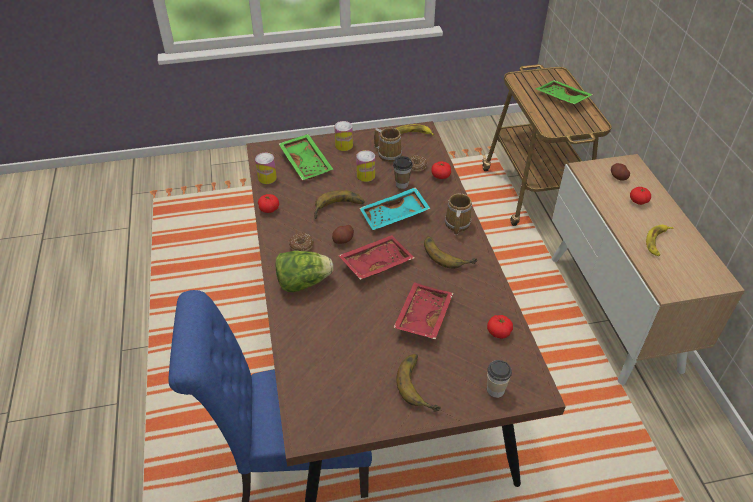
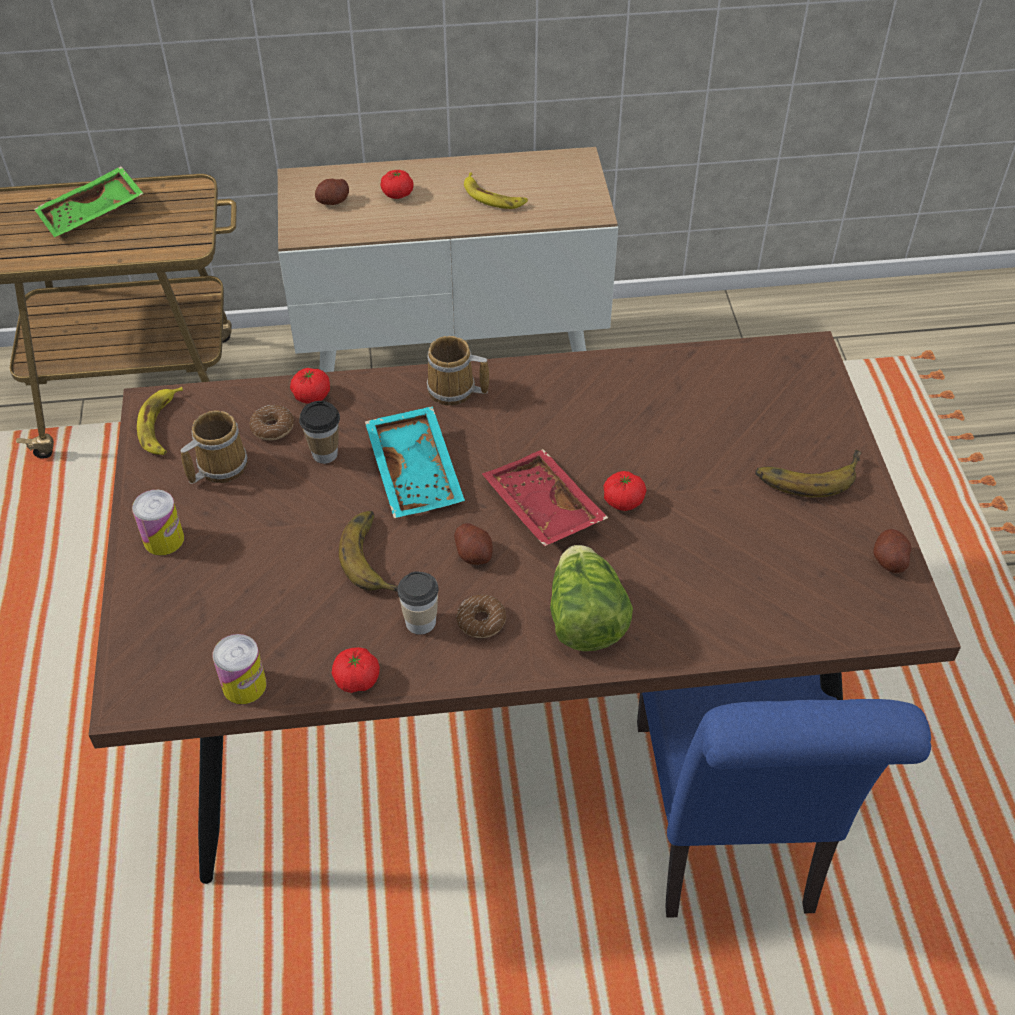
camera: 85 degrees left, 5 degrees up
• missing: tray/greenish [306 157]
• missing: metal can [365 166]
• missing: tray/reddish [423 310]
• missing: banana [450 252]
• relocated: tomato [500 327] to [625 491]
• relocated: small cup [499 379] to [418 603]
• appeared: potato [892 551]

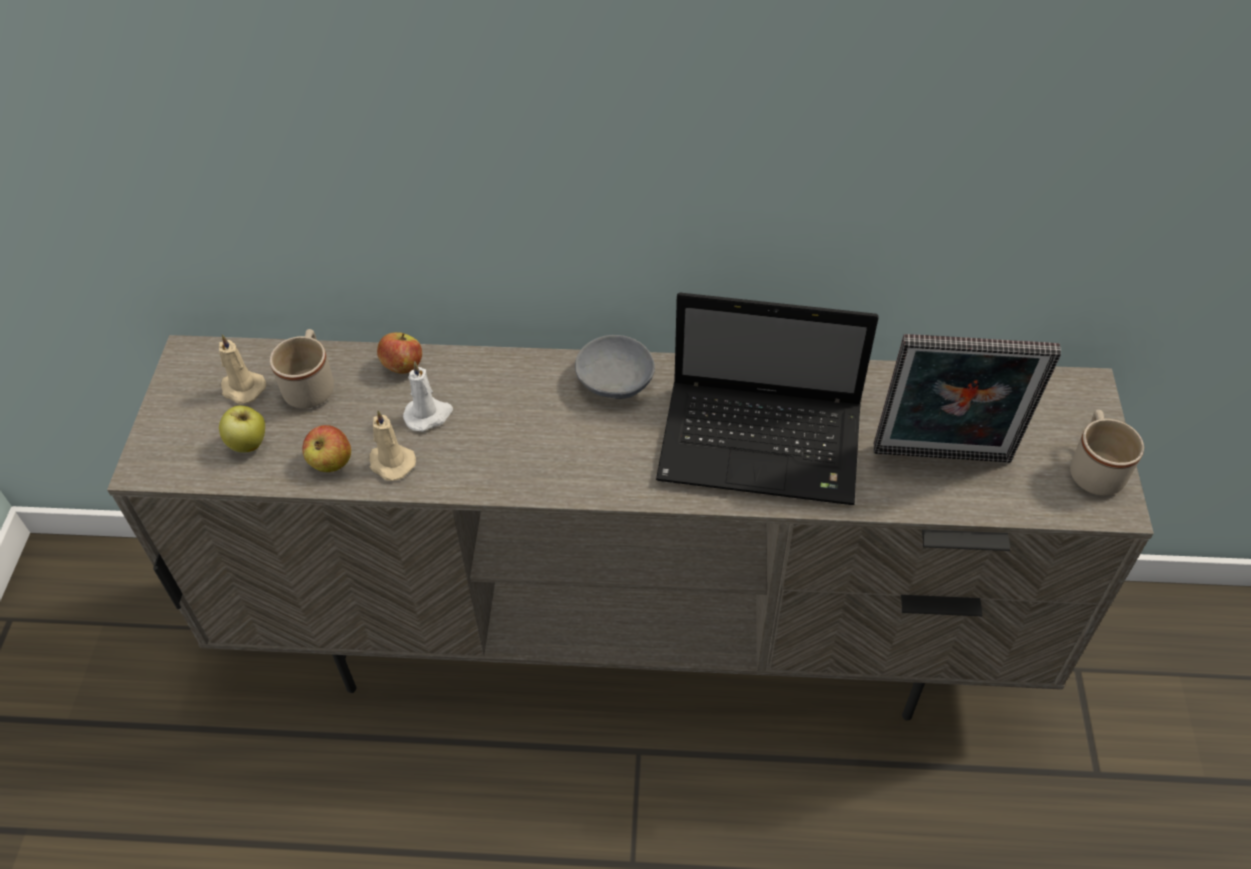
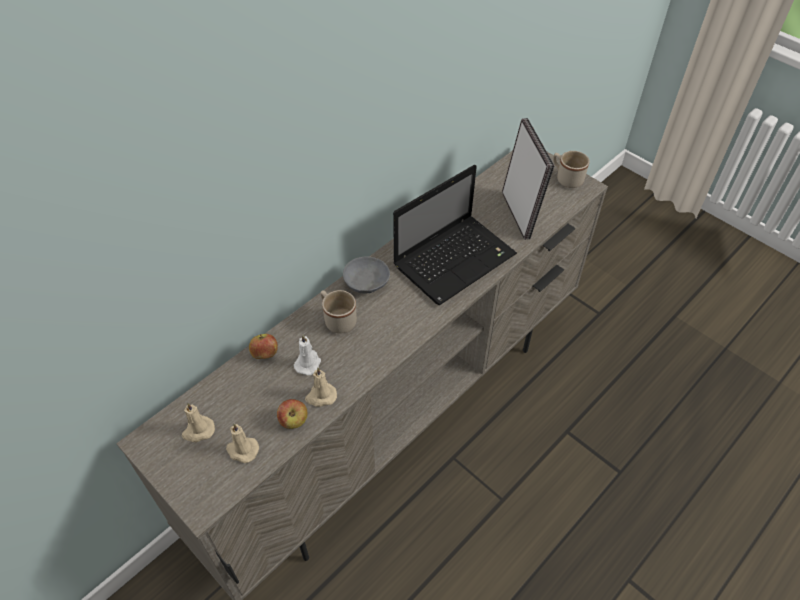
camera: 50 degrees left, 0 degrees up
• exchanged: apple fruit [242 429] to candle/sand-coloured [242 443]
• relocated: mug/sand-coloured [302 369] to [338 312]
• spun: picture frame [967 398] = [528 179] 60 degrees counterclockwise

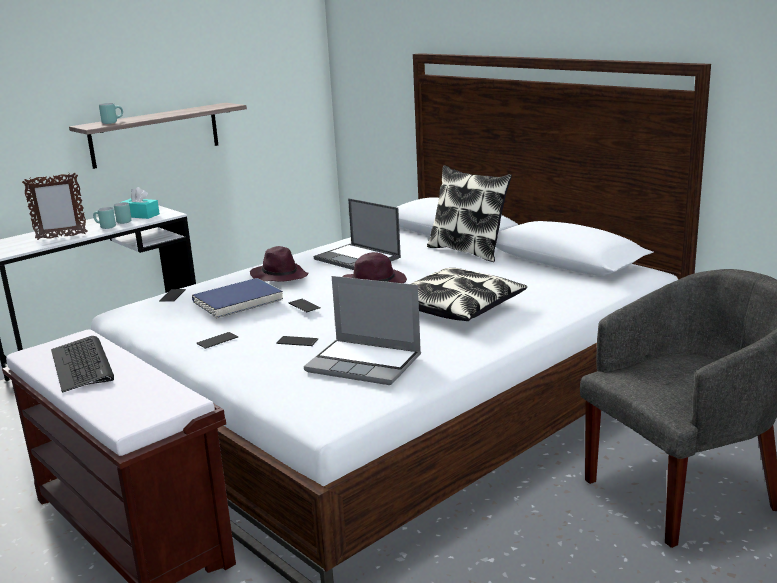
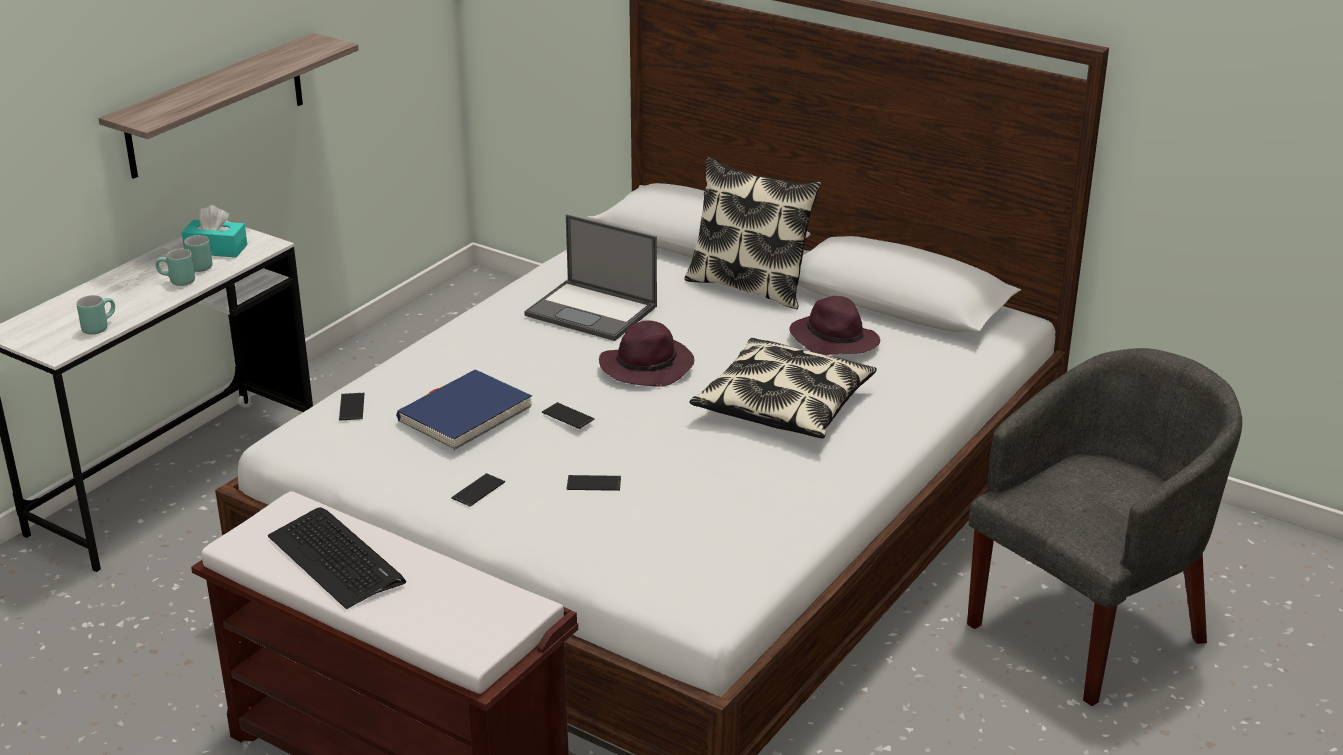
camera: 15 degrees left, 10 degrees up
• missing: picture frame [55 206]
• relocated: mug/turquoise [111 113] to [95 314]
• relocated: wearable hat/purple-coloured [279 264] to [834 325]
• missing: portable computer [362 330]

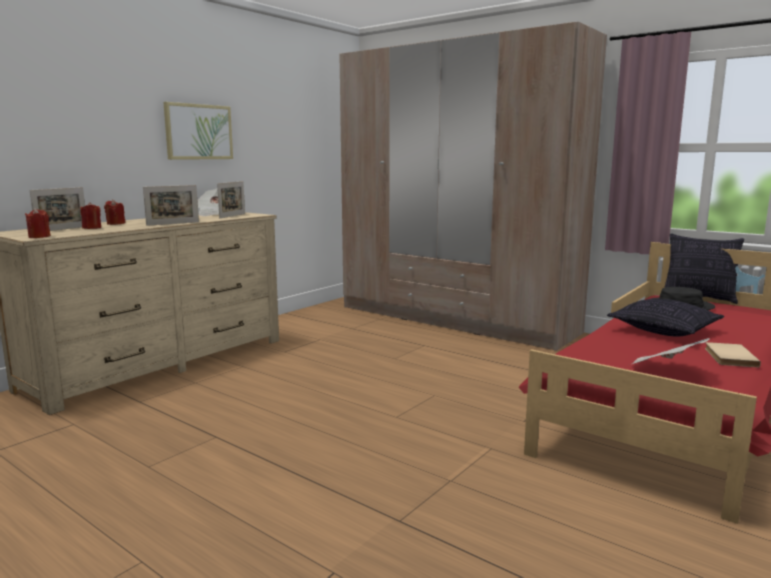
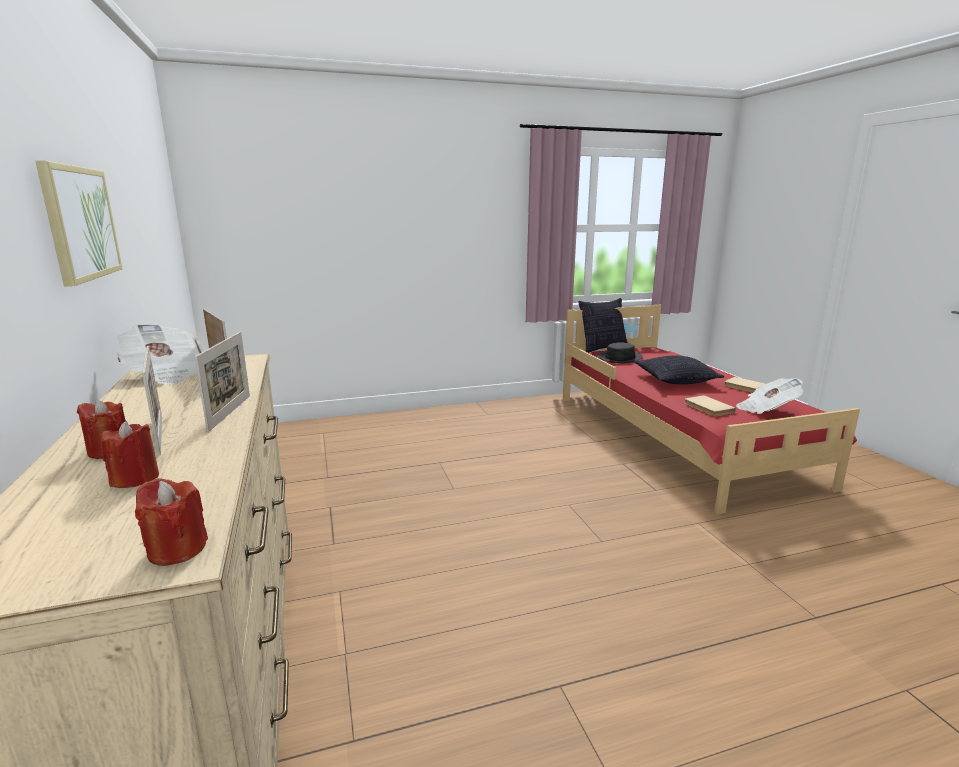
camera: 55 degrees left, 5 degrees up
• relocated: picture frame [57 209] to [152 401]
• missing: clothes cupboard/sand-coloured [473 186]
• appeared: volume/sand-coloured [710 405]

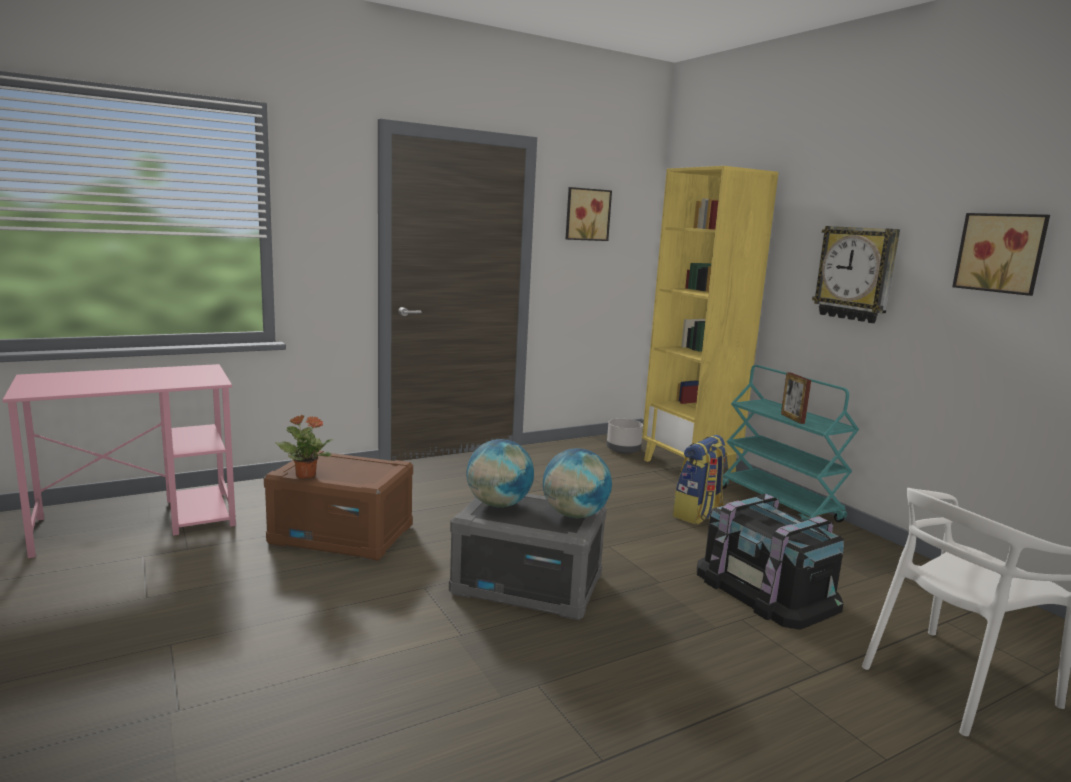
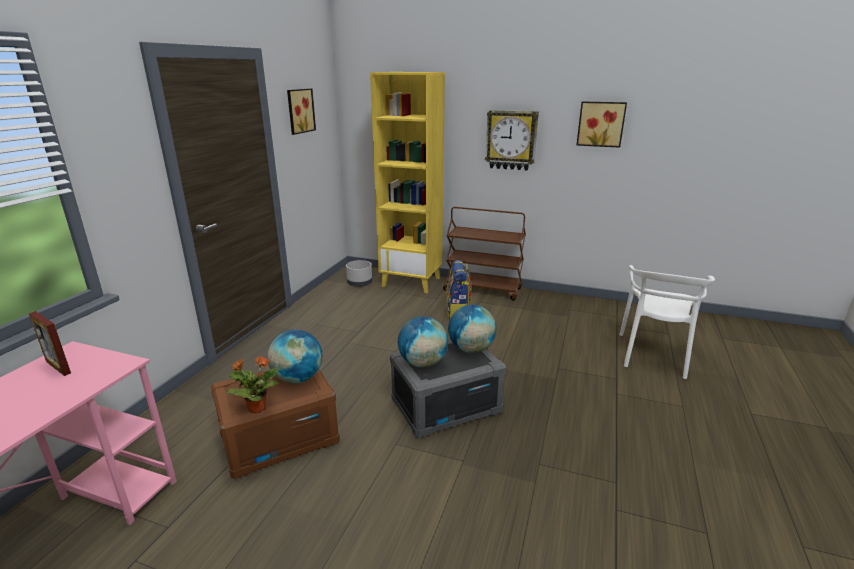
camera: 40 degrees left, 10 degrees up
• missing: storage bin/black [770 562]
• colour: trolley/turquoise [791 443] to trolley/brown [484 253]
• relocated: picture frame [796 398] to [50 343]
• appeared: world globe [294 356]

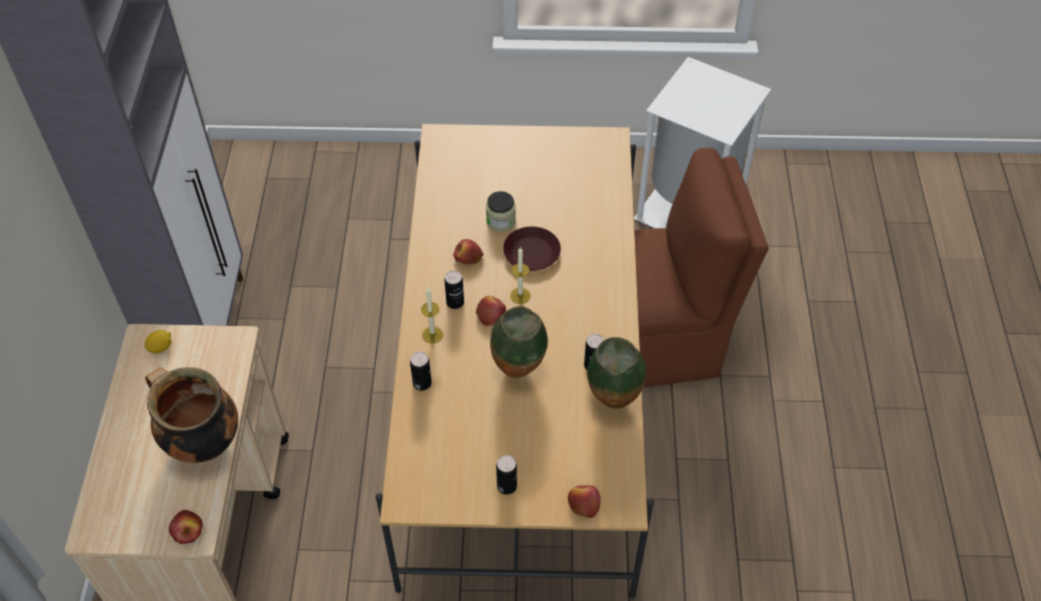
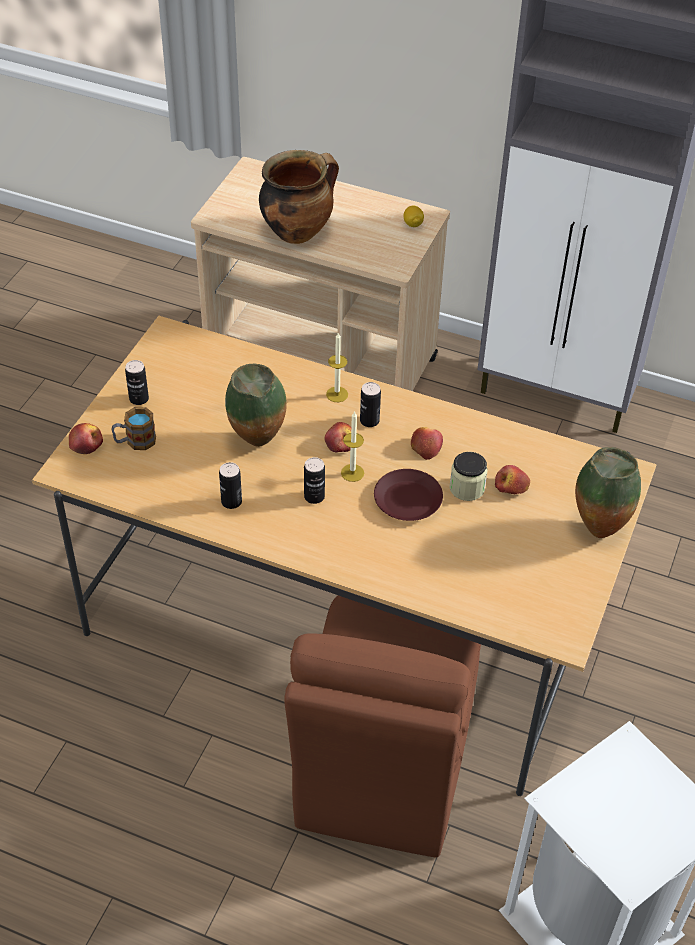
camera: 110 degrees right, 5 degrees down
• relocated: apple fruit [186 527] to [512 479]
• relocated: metal can [421 371] to [314 480]
• relocated: vase [616 372] to [608 492]
• appeared: mug [133 428]

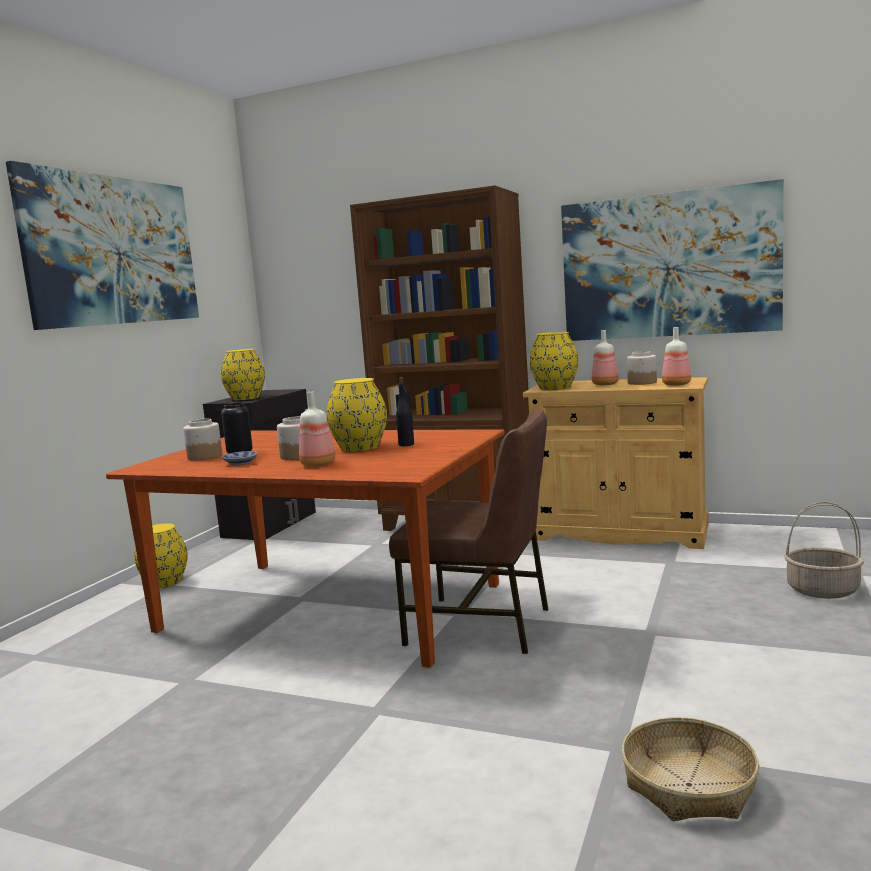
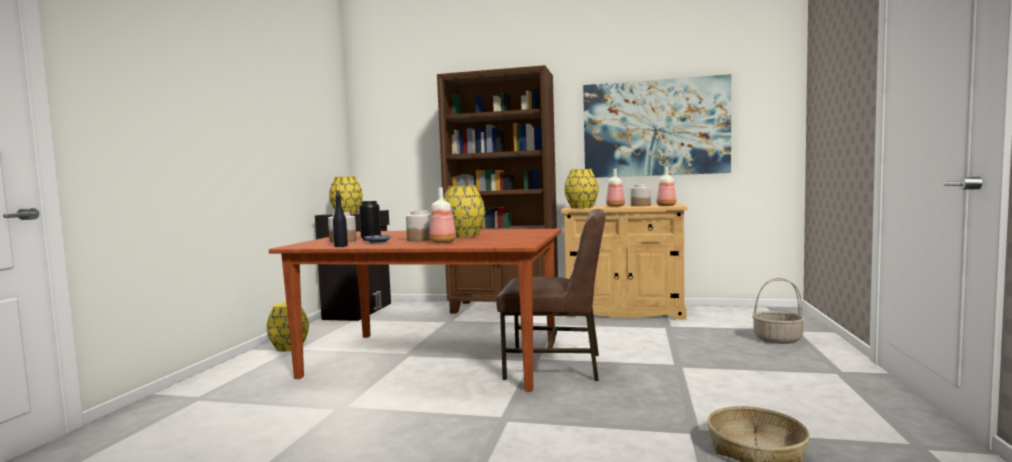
camera: 10 degrees left, 5 degrees down
• missing: wall art [102 245]
• relocated: beverage bottle/black [405 411] to [340 218]

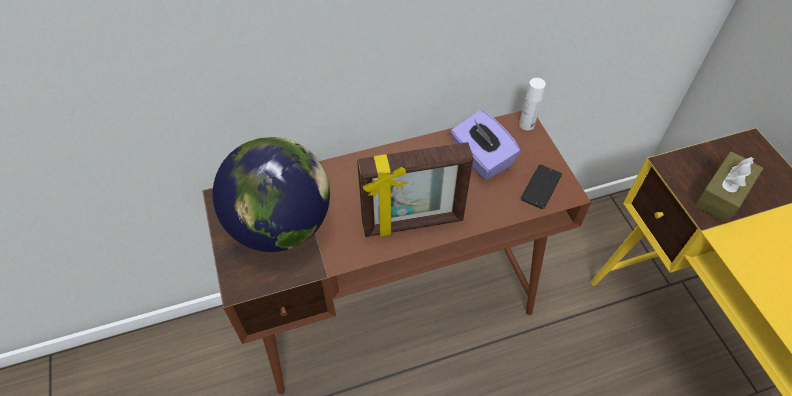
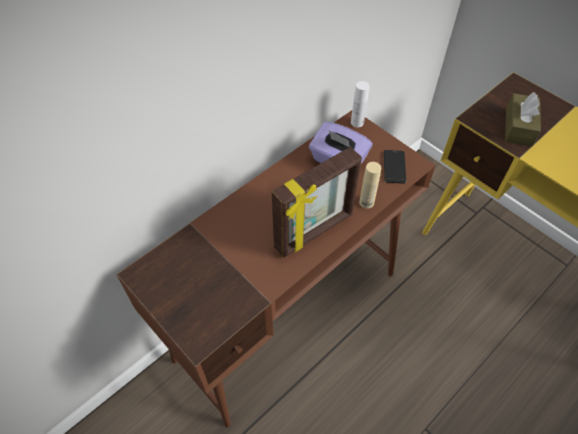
camera: 25 degrees left, 0 degrees up
• missing: world globe [271 194]
• appeared: beverage bottle/sand-coloured [370 185]

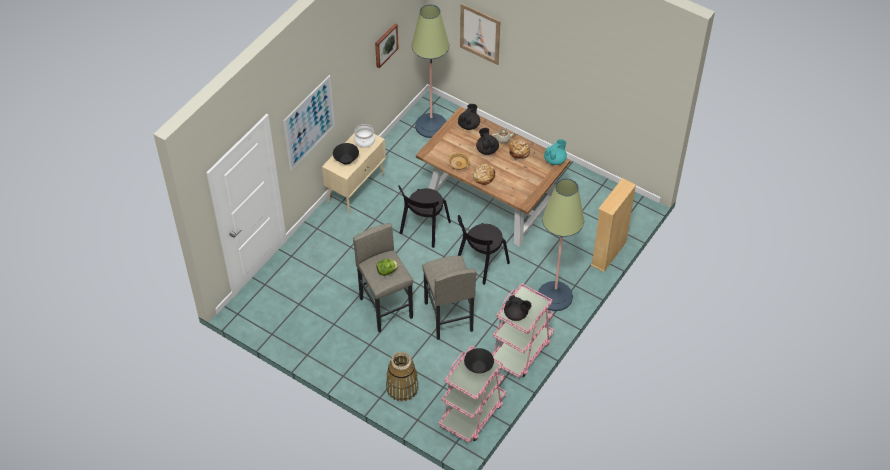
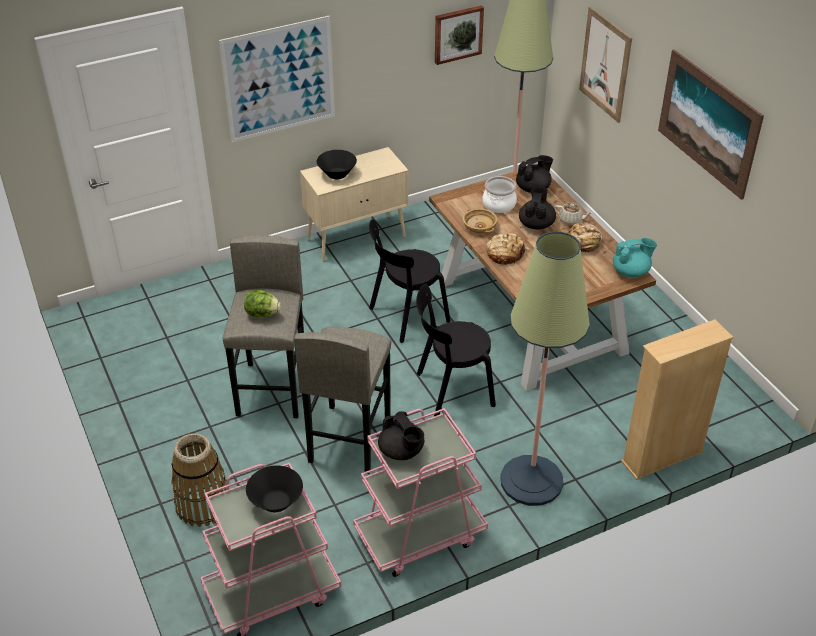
camera: 30 degrees right, 10 degrees down
• relocated: stockpot [364 136] to [499 194]
• appeared: wall art [711 124]

